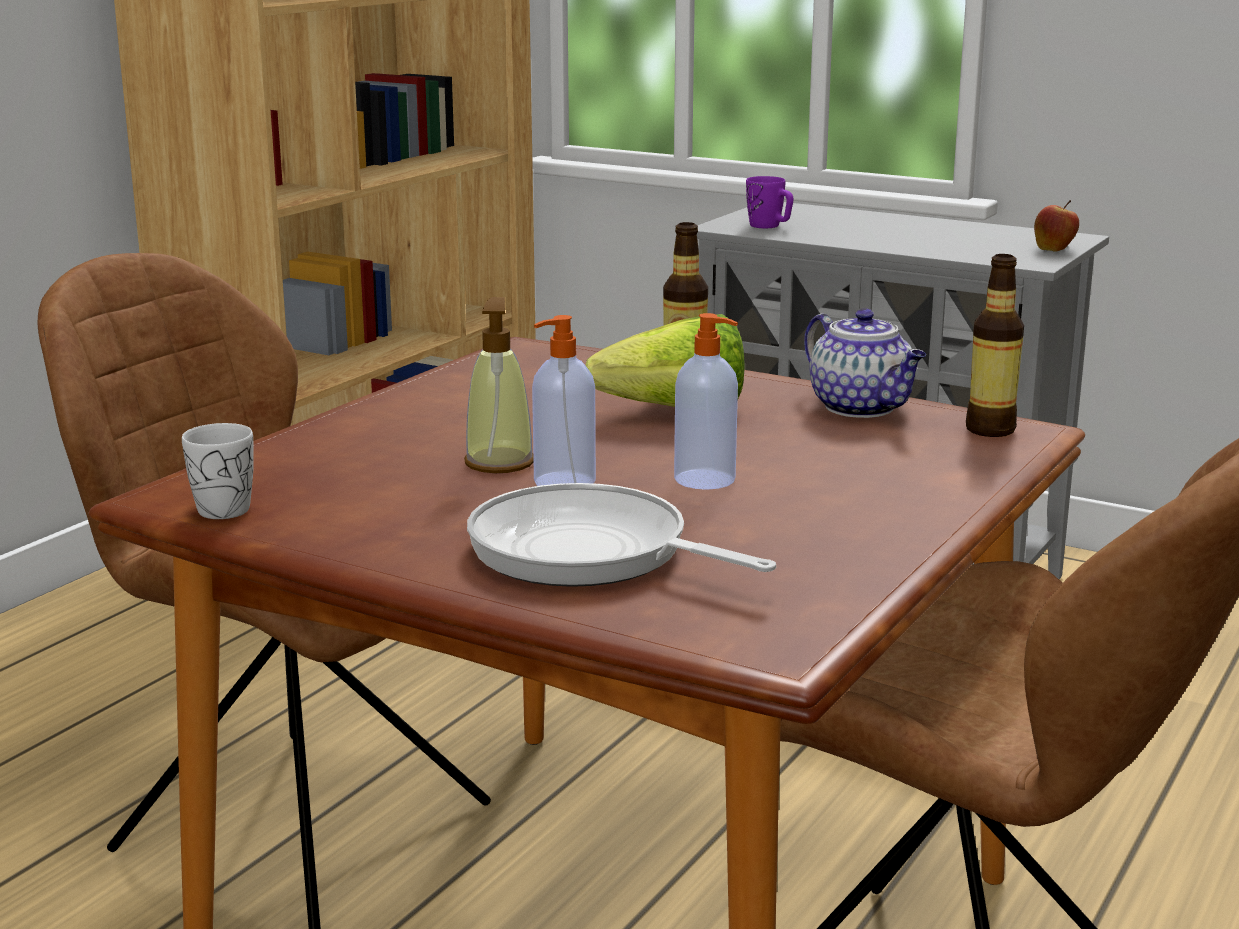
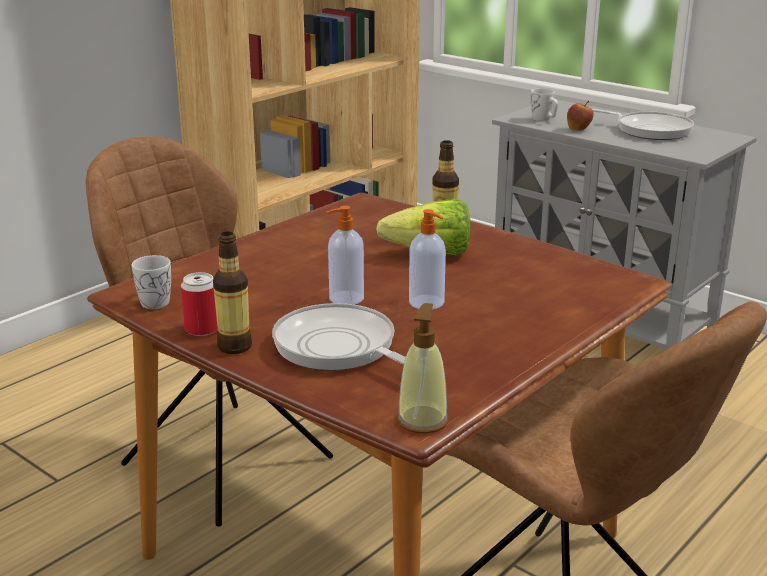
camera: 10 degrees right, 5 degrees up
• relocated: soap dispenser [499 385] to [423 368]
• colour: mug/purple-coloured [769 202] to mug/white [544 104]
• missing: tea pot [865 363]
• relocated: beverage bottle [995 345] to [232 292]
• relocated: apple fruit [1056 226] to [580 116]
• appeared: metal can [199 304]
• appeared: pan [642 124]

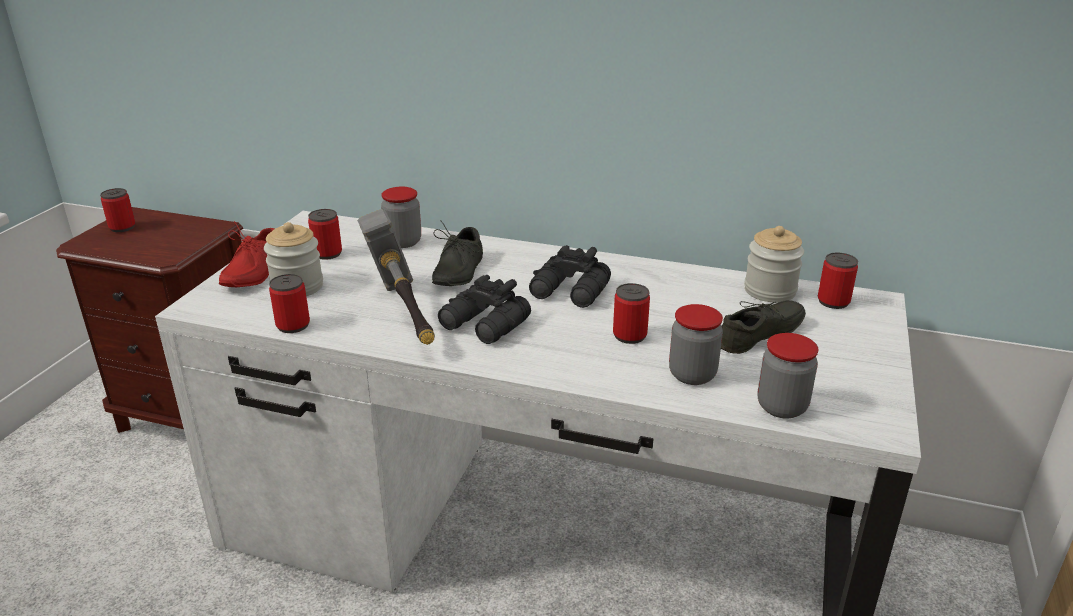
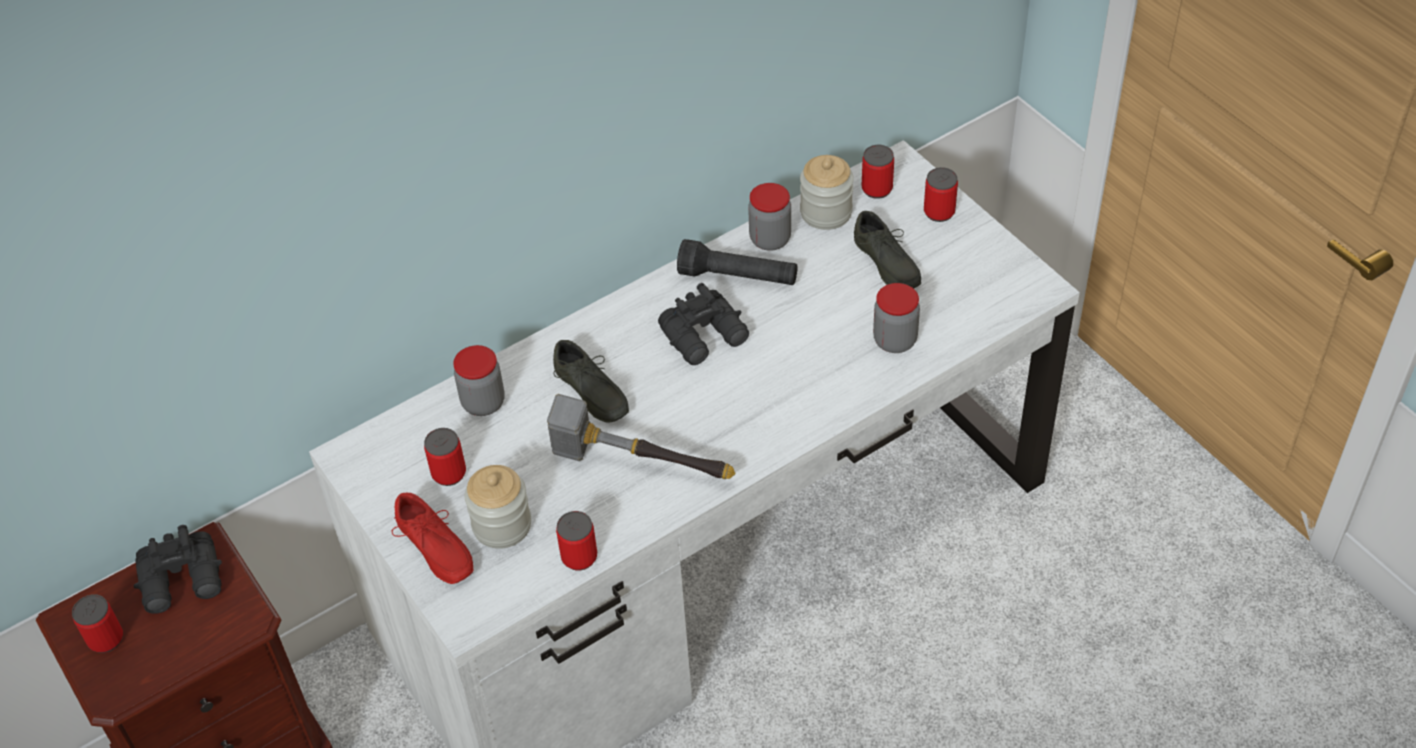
camera: 50 degrees left, 20 degrees up
• relocated: binoculars/black [484 309] to [178 569]
• relocated: metal can [631 313] to [941 194]
• spun: low shoe/greyish [763 327] = [887 249] 150 degrees clockwise
• relocated: jar [788 376] to [769 217]
• appeared: hand torch/black [737 262]

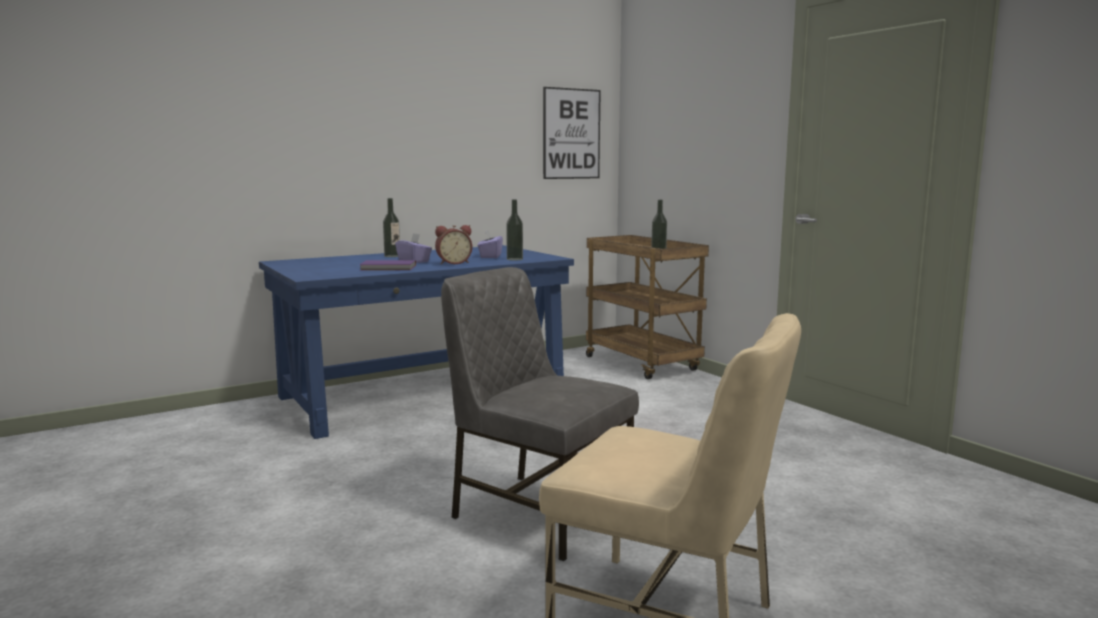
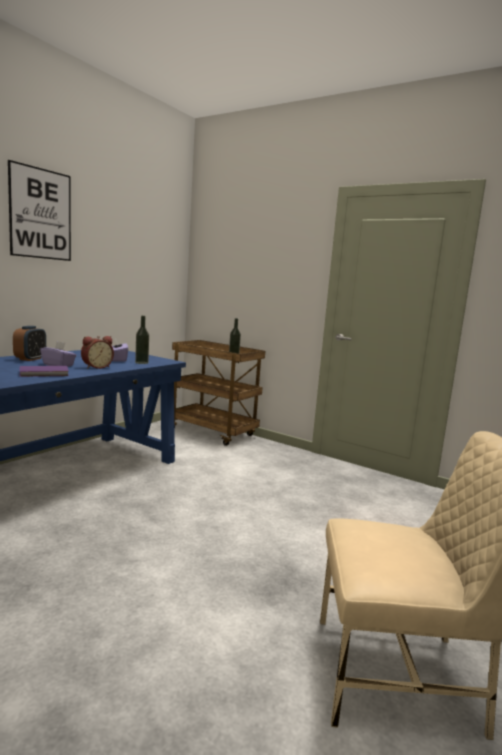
camera: 25 degrees left, 0 degrees up
• exchanged: beverage bottle [391 227] to alarm clock [29 343]
• missing: chair/greyish [540 414]
• relocated: wall art [572 133] to [39 210]

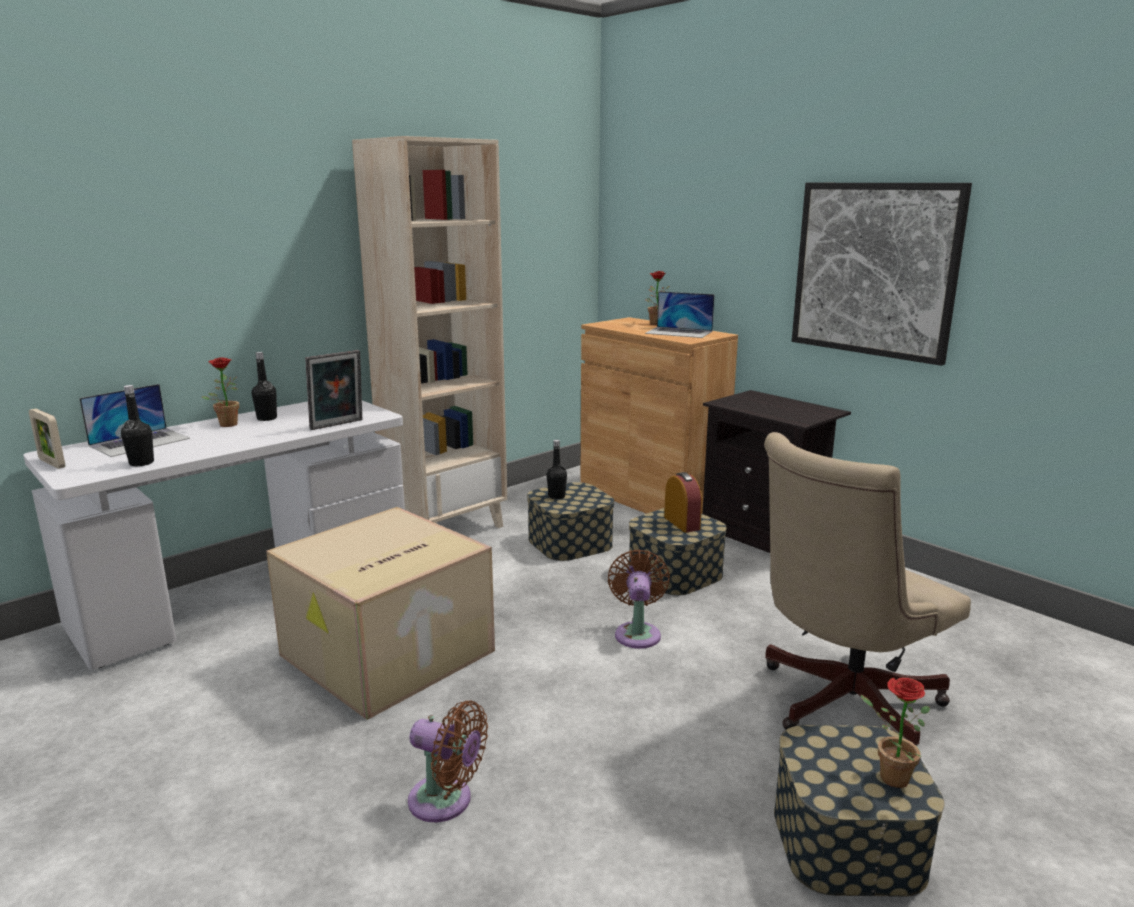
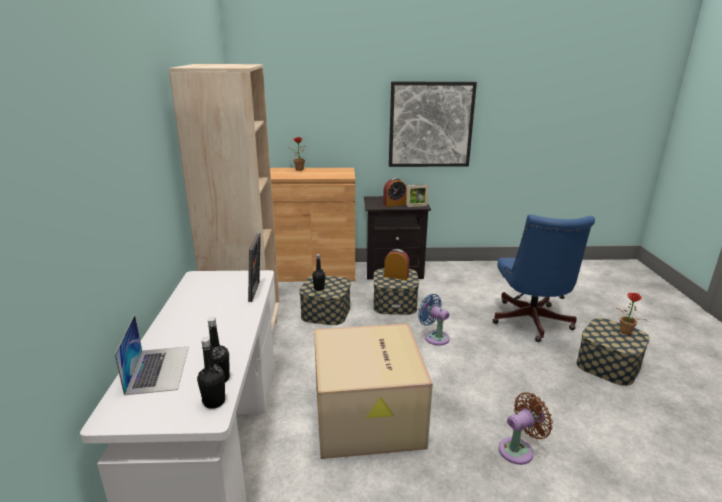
camera: 50 degrees left, 5 degrees up
• relocated: picture frame [47 438] to [417 195]
• missing: plant in a pot [220 392]
• relocated: beverage bottle/black [264 386] to [211 373]
• colour: electric fan/brown [639 599] to electric fan/bluish [434 320]
• missing: portable computer [680 314]
• colour: office chair/sand-coloured [867 589] to office chair/bluish [543 278]
• appeared: alarm clock [395 192]

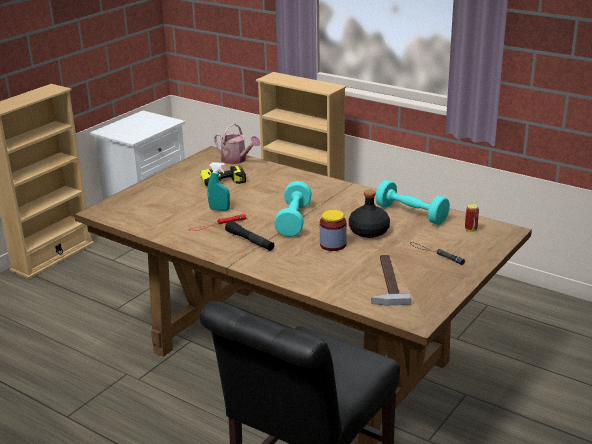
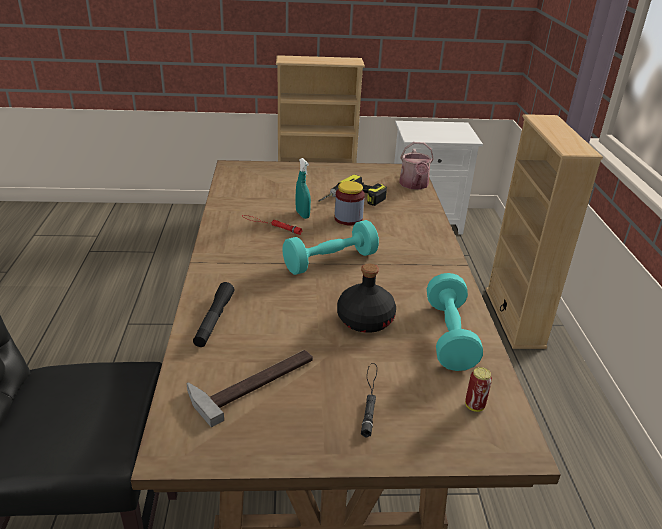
camera: 50 degrees right, 5 degrees up
• relocated: hand torch/black [249 236] to [214 314]
• relocated: jar [333 230] to [349 203]

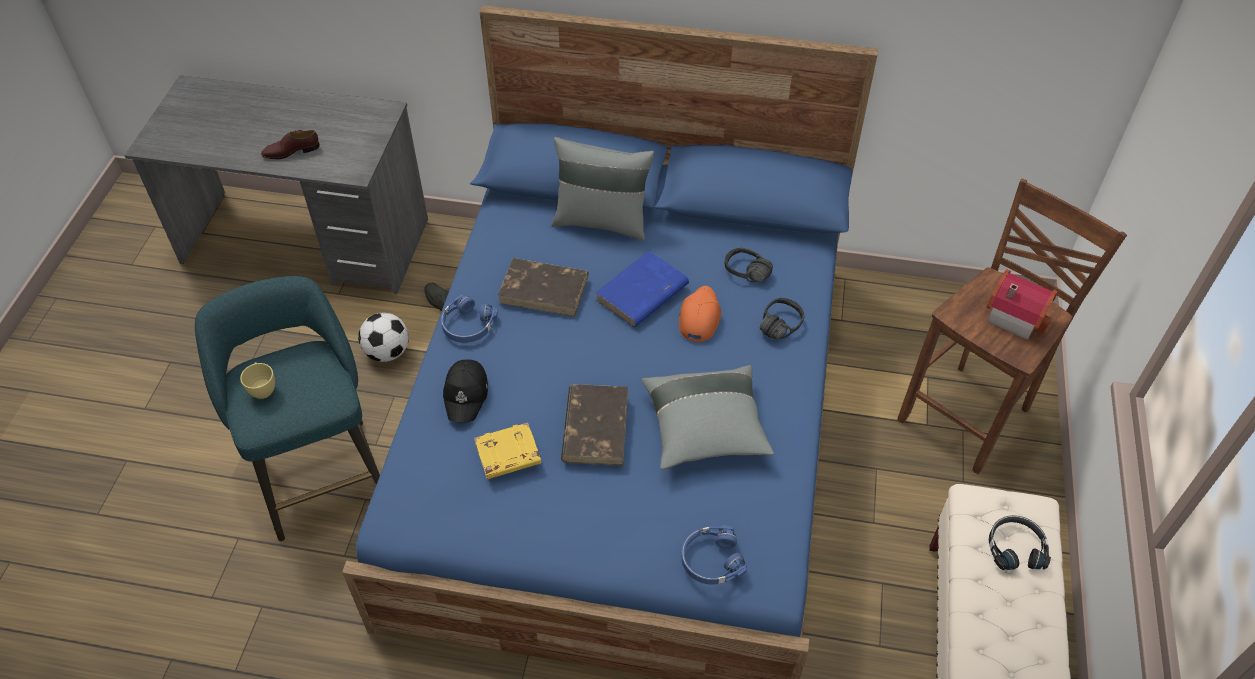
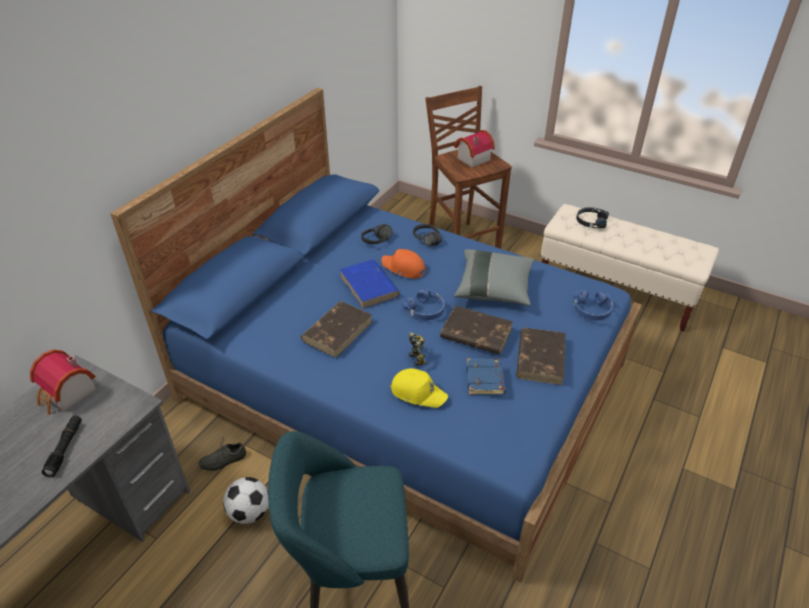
camera: 70 degrees left, 10 degrees down
• missing: small cup/yellow [257 380]
• exchanged: low shoe/brown [290 144] to hand torch/black [62 446]
• relocated: pair of headphones/bluish [469 319] to [423 304]
• colour: baseball cap/black [465 390] to baseball cap/yellow [419 388]
• colour: volume/yellow [507 451] to volume/bluish [486 377]
• missing: pillow/greyish [603 189]
• appeared: model house [63 382]
• appeared: toy robot [417 349]
• appeared: volume/brown [541 356]

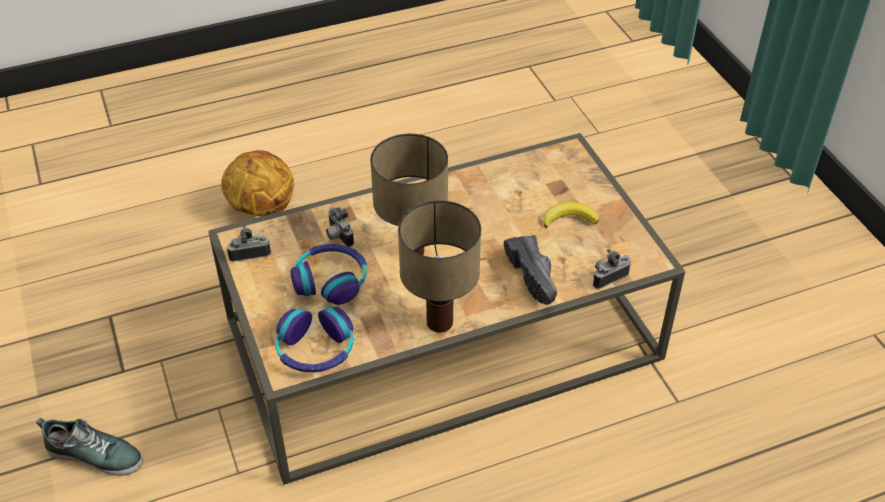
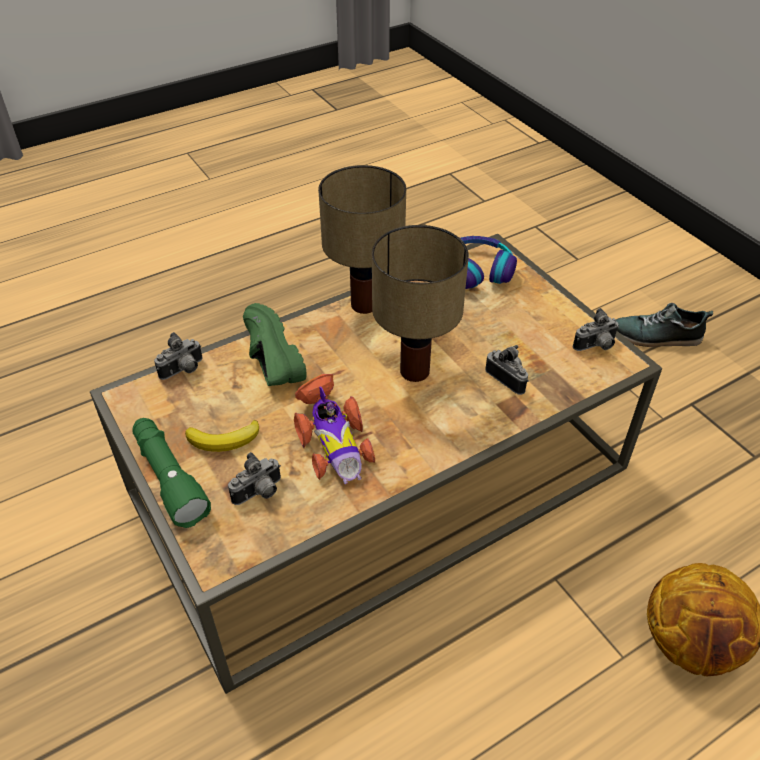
camera: 170 degrees right, 0 degrees up
• missing: pair of headphones [329 274]
• colour: low shoe/black [530 270] to low shoe/greenish [275 344]
• appeared: hand torch/greenish [171 473]
• appeared: photo camera [254 478]
• appeared: model car [334 429]

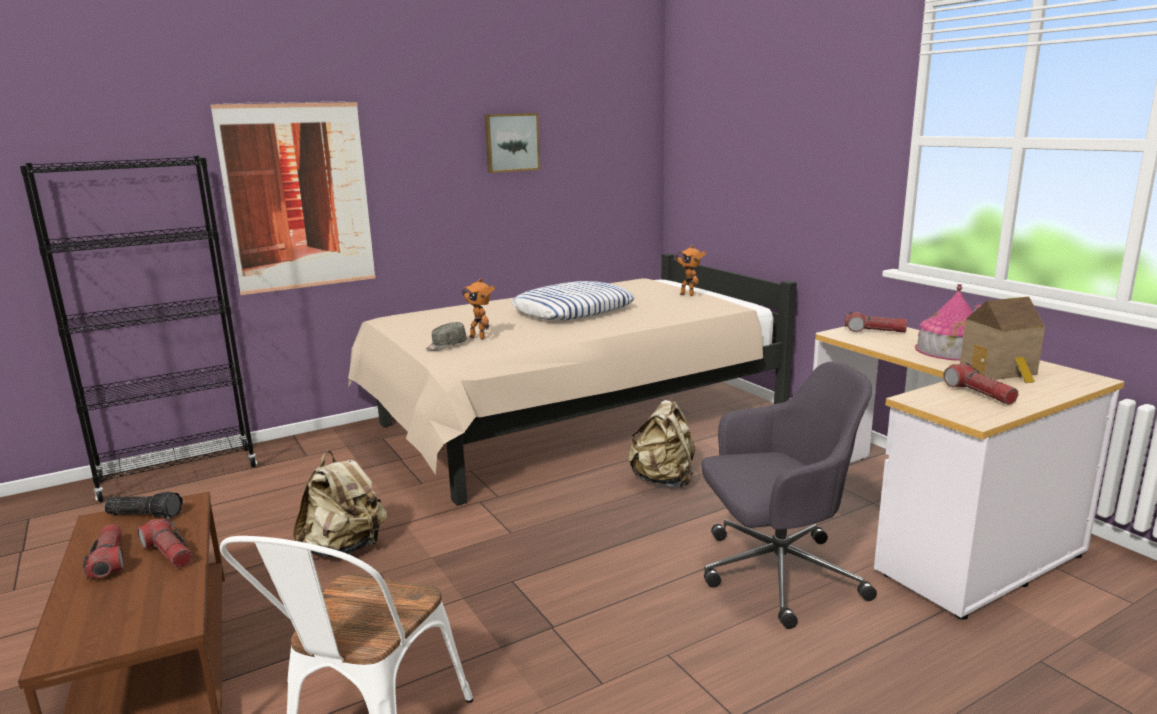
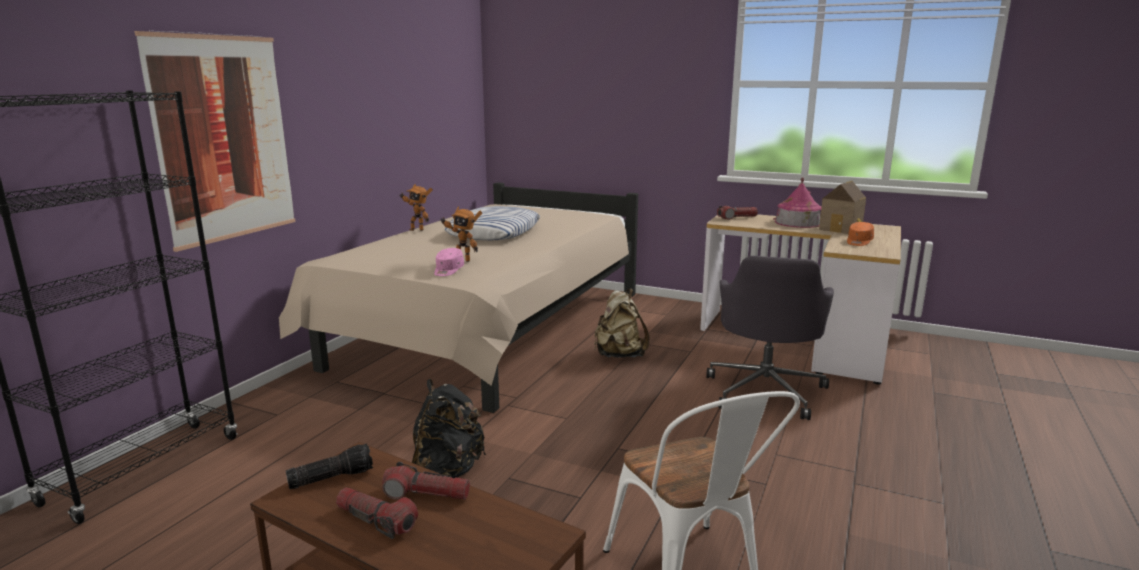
camera: 35 degrees left, 0 degrees up
• colour: rucksack/sand-coloured [340 504] to rucksack/black [449 428]
• colour: baseball cap/greyish [446 336] to baseball cap/pink [449 262]
• missing: wall art [512 143]
• relocated: toy robot [690 271] to [416 207]
• spun: office chair/greyish [789 495] = [770 338] 150 degrees clockwise
• exchanged: hand torch [980 384] to baseball cap/orange-coloured [860 234]

